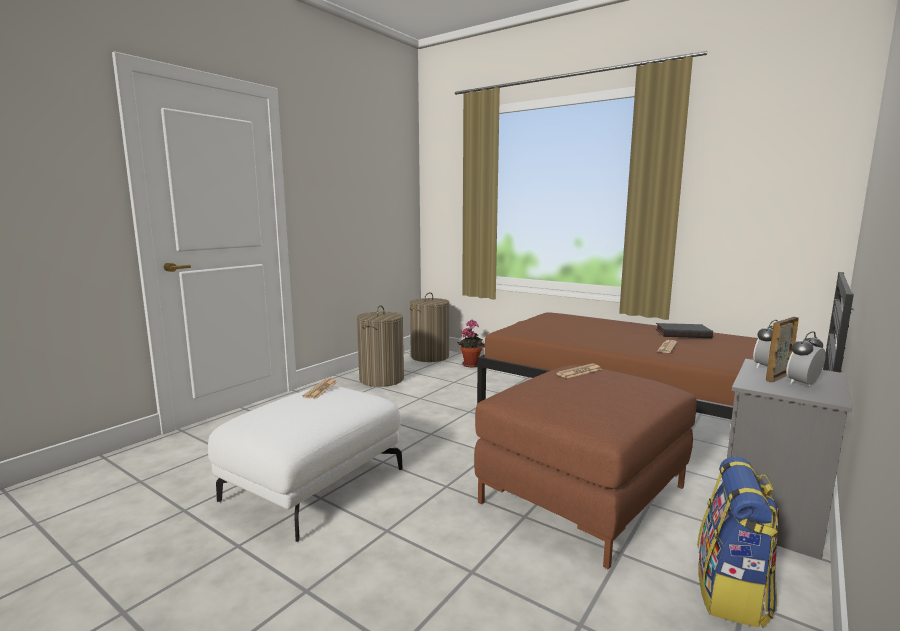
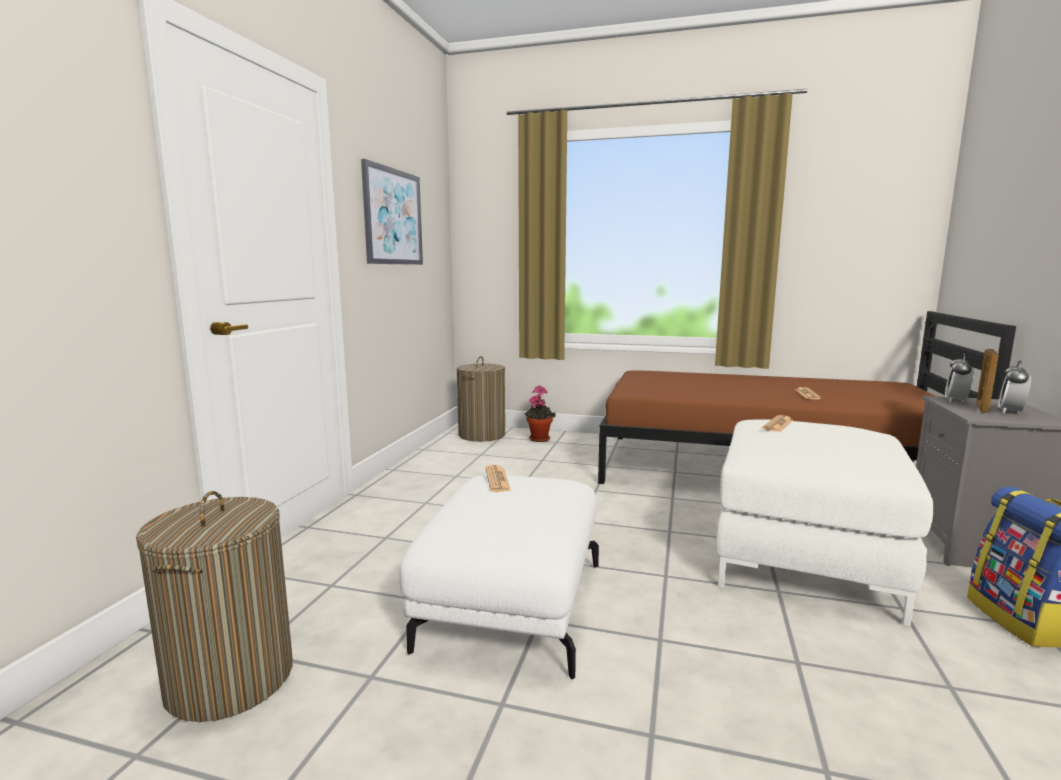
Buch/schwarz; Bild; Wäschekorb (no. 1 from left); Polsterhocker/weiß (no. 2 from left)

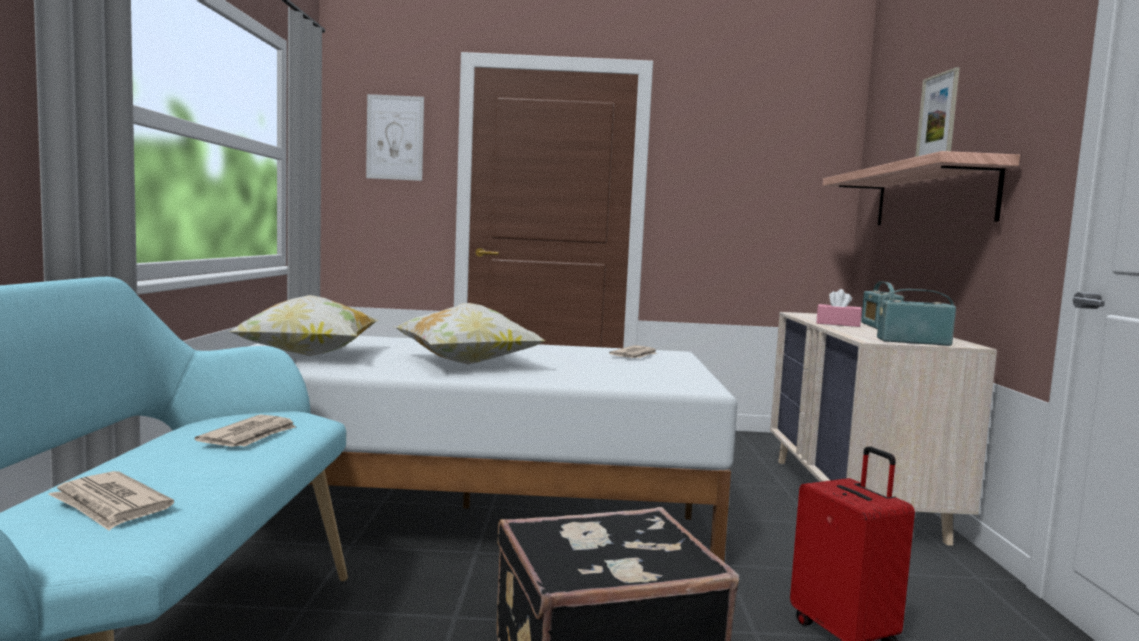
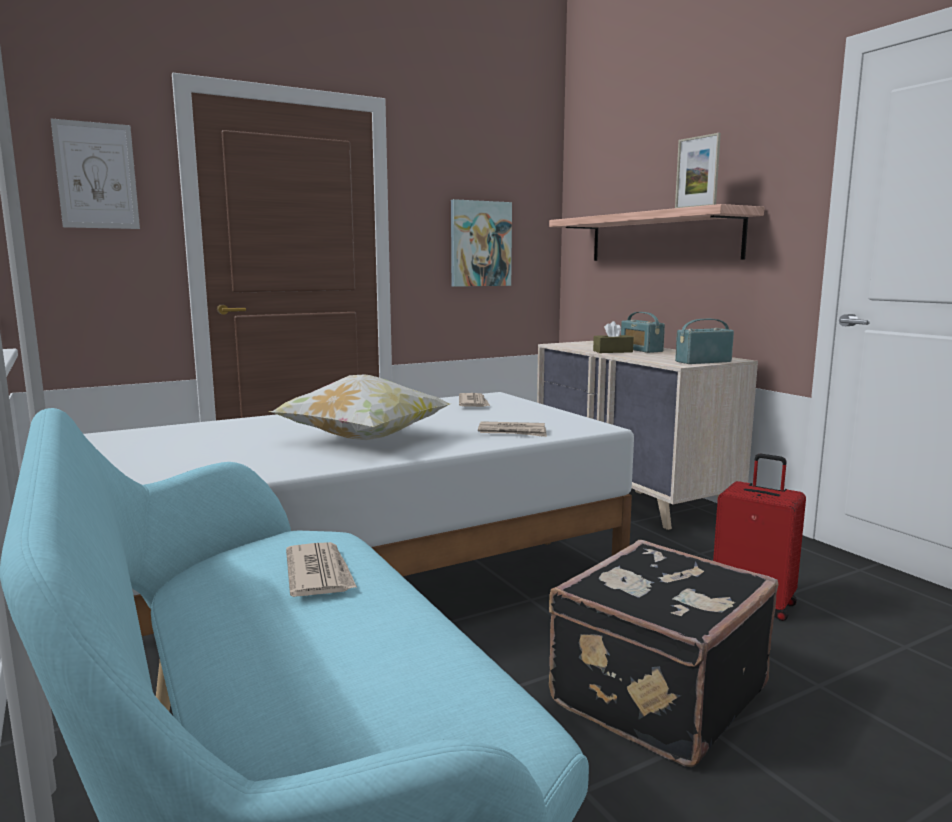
Kissen (no. 1 from left in the first image); Bild (no. 2 from left); Zeitung (no. 3 from left); Taschentuchbox/braun

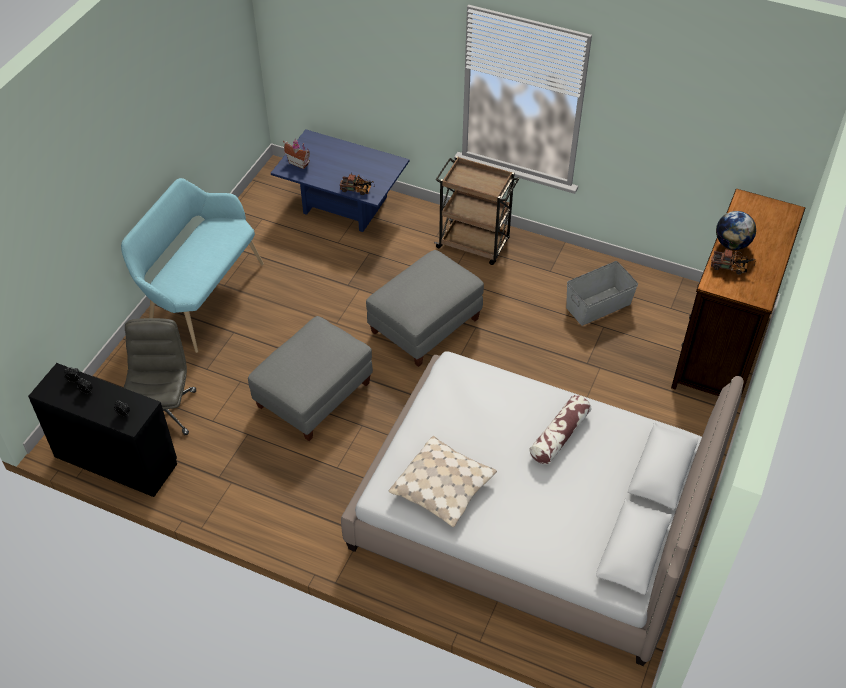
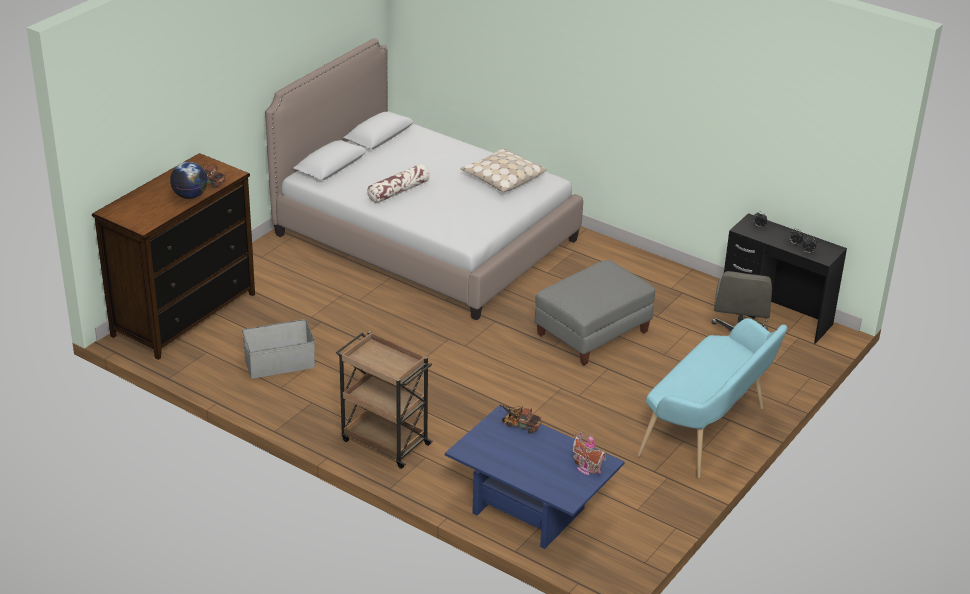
Polsterhocker/grau (no. 2 from left in the first image)

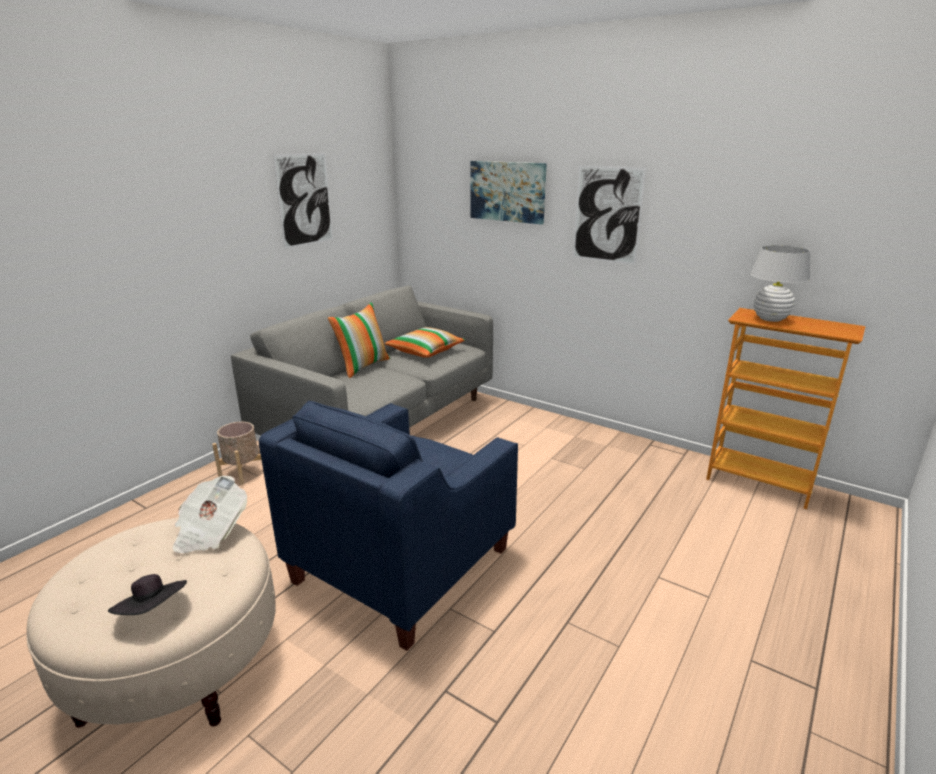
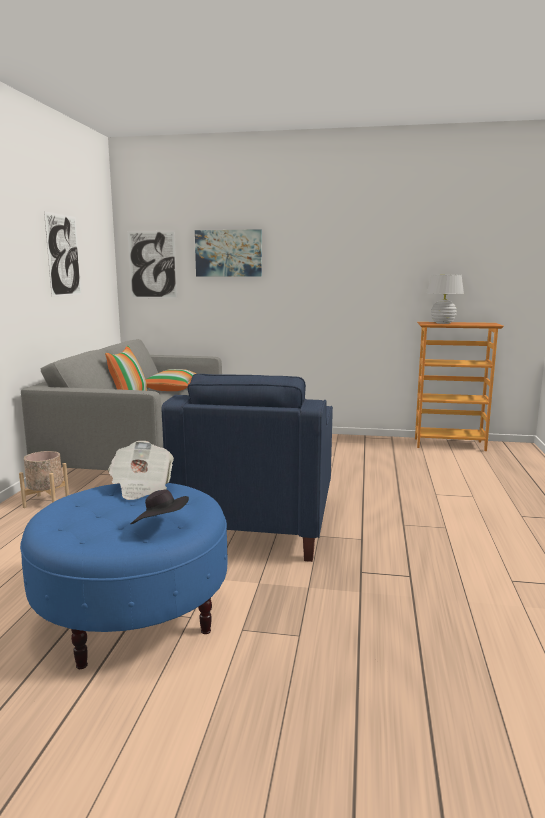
Bild (no. 2 from left); Polsterhocker/blau

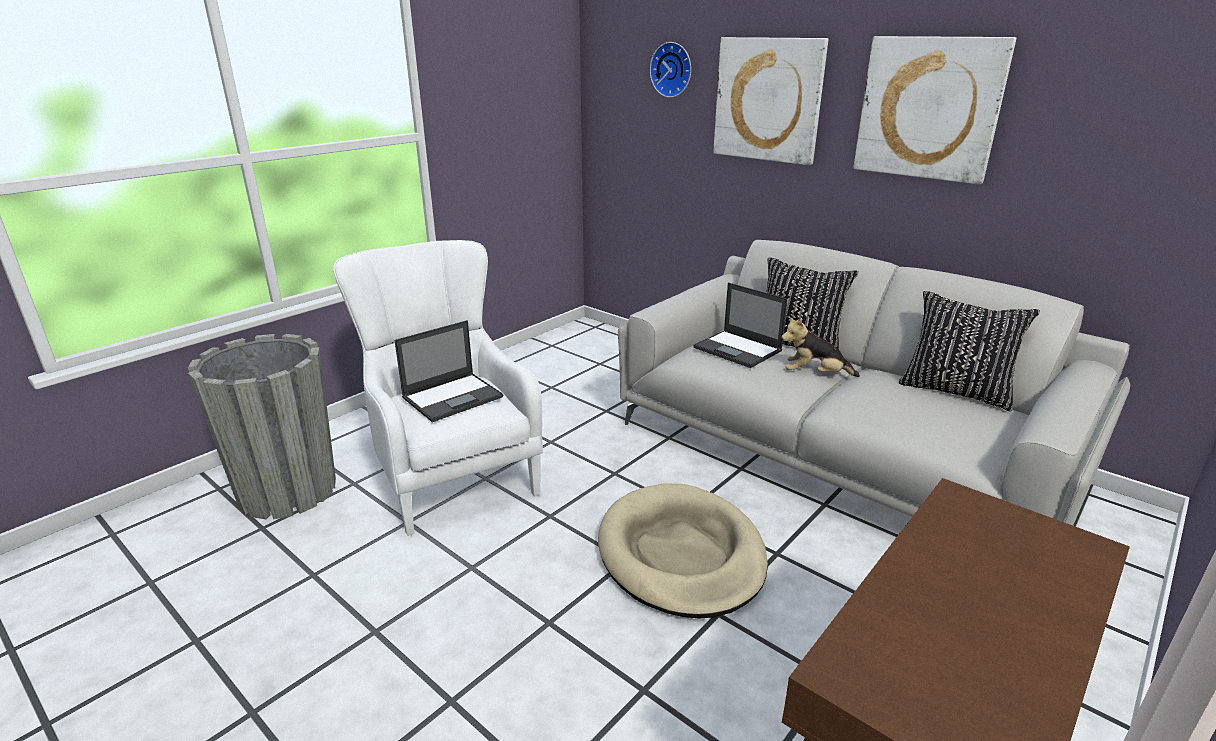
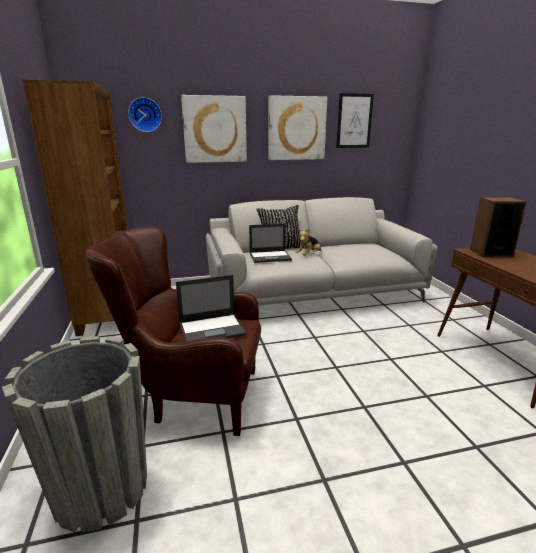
Hundebett/beige; Kissen/schwarz (no. 2 from left in the first image); Bücherregal/braun; Bild (no. 3 from left); Lautsprecher; Sessel/braun; Laptop (no. 1 from left)

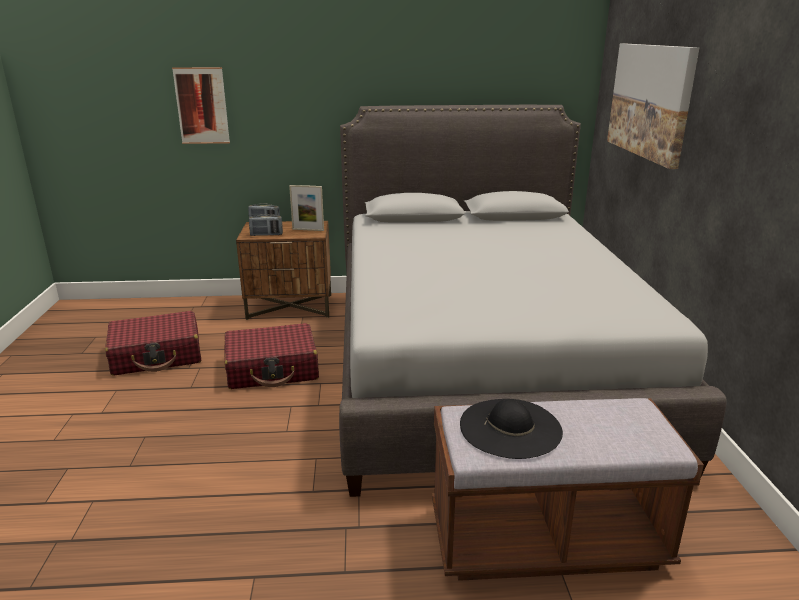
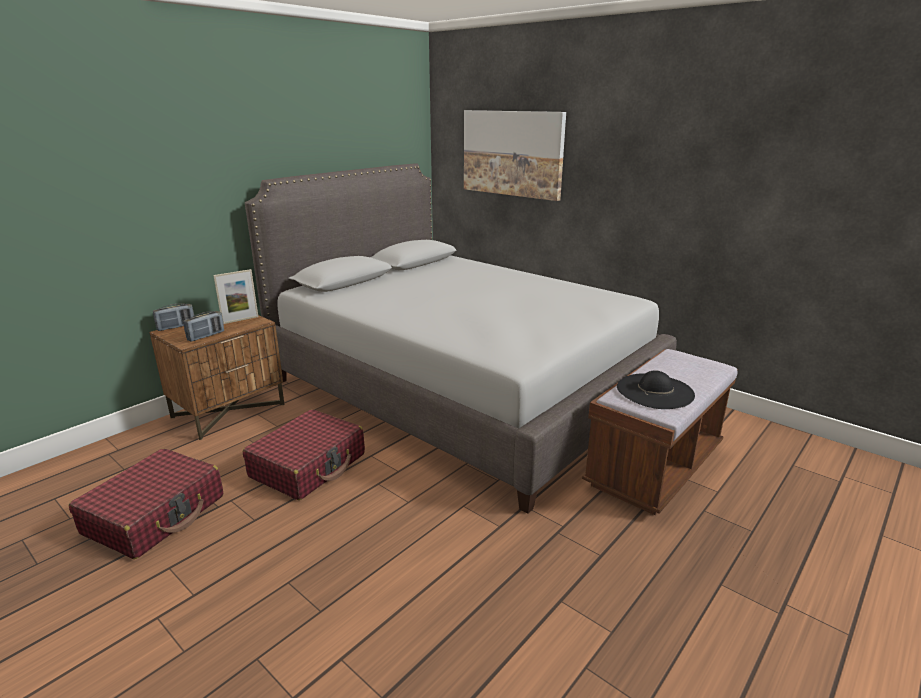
Bild (no. 1 from left in the first image)

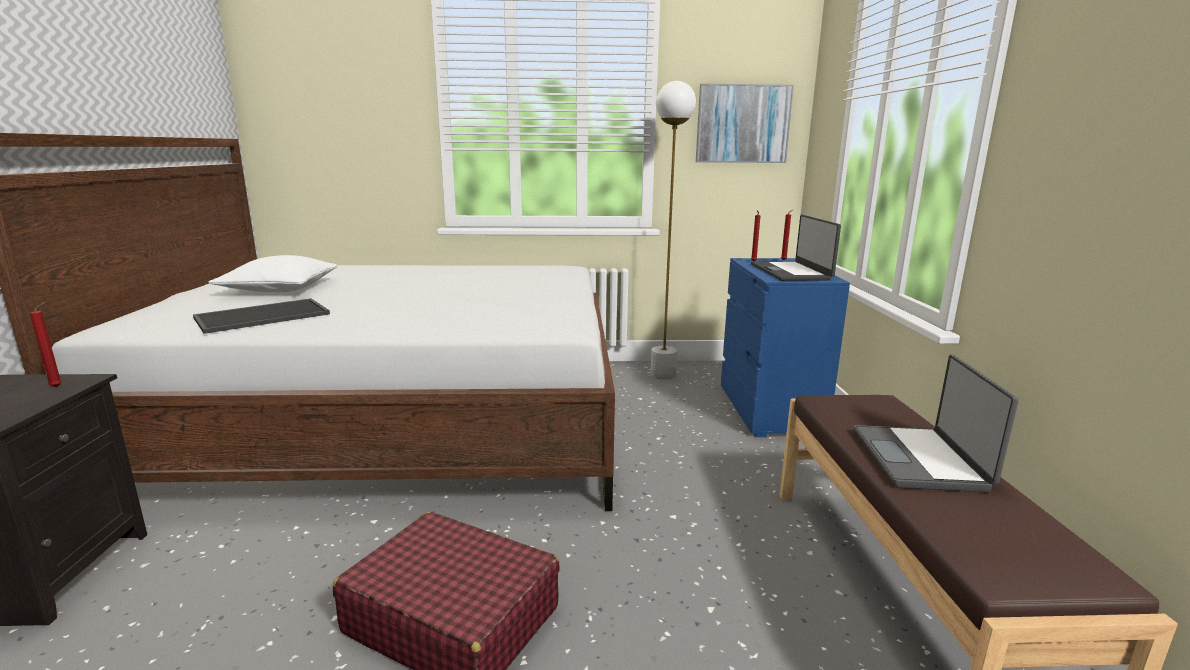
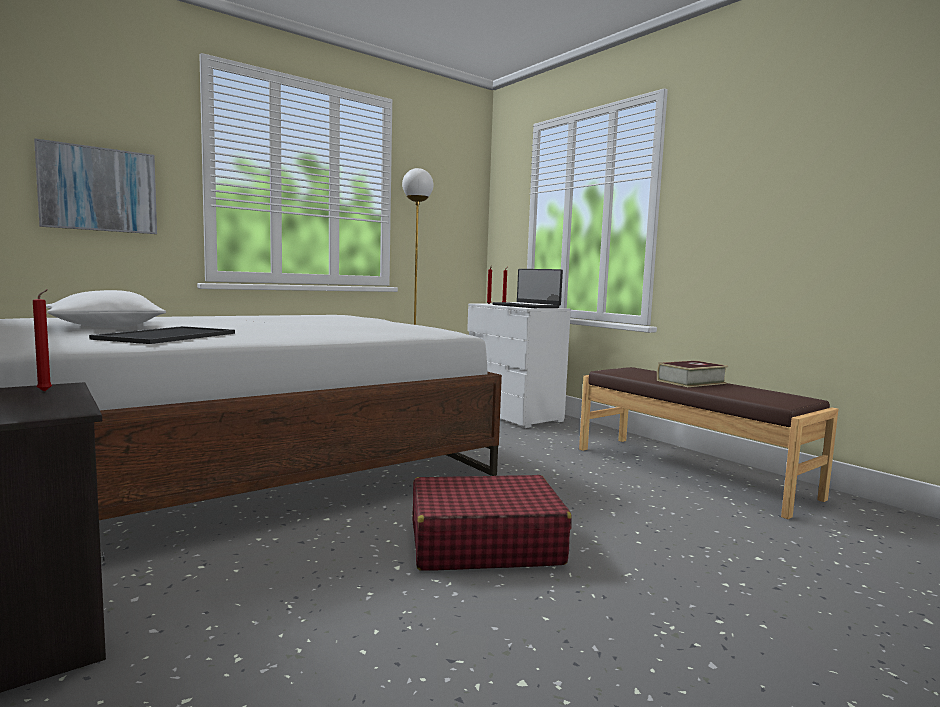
Bild; Buch; Kommode/weiß

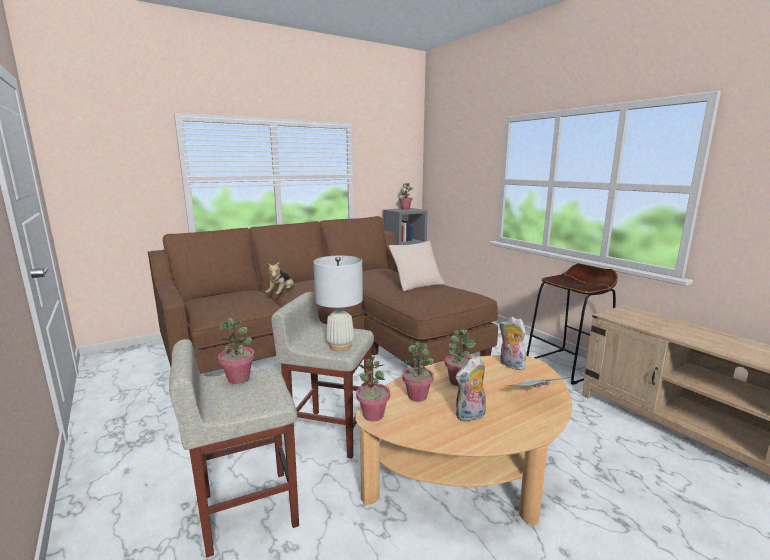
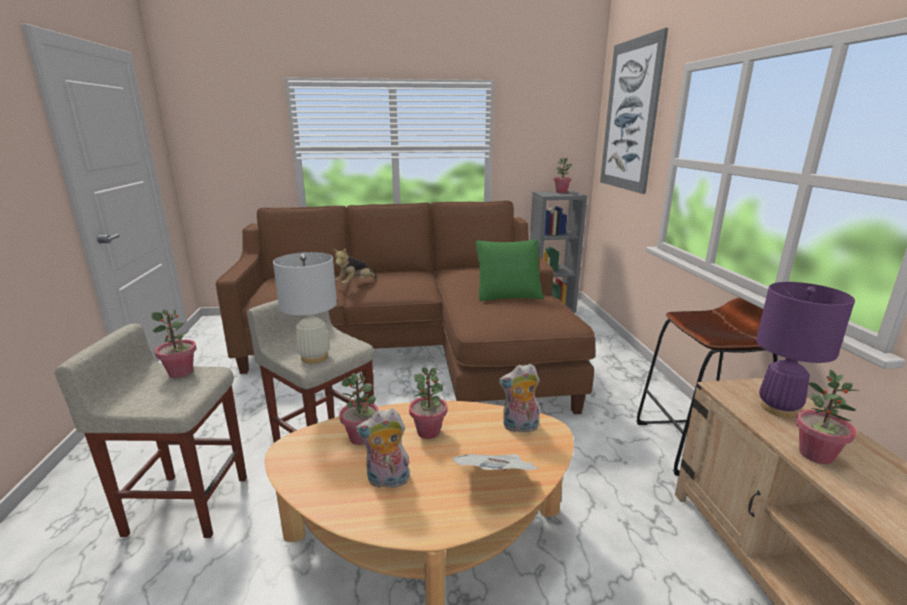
Bild; Tischlampe/lila; Topfpflanze (no. 5 from left); Kissen/grün; Plüschtier (no. 3 from left)

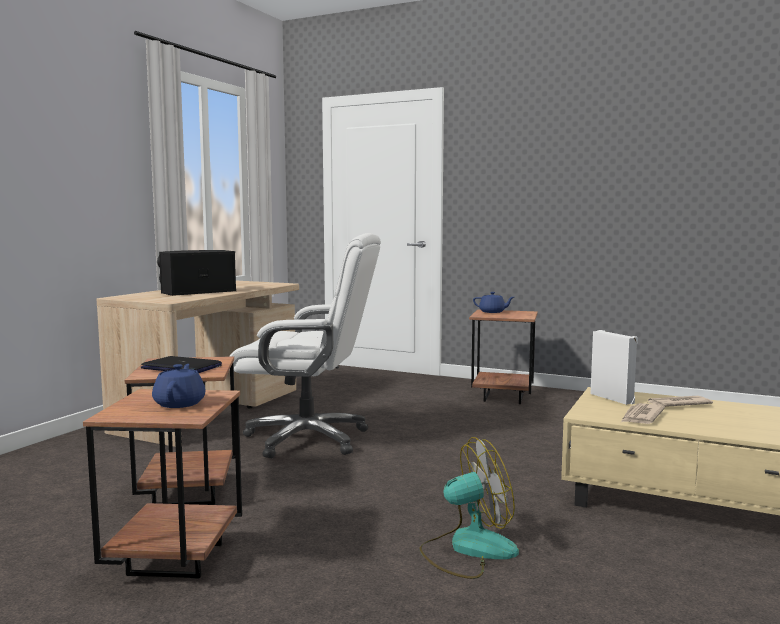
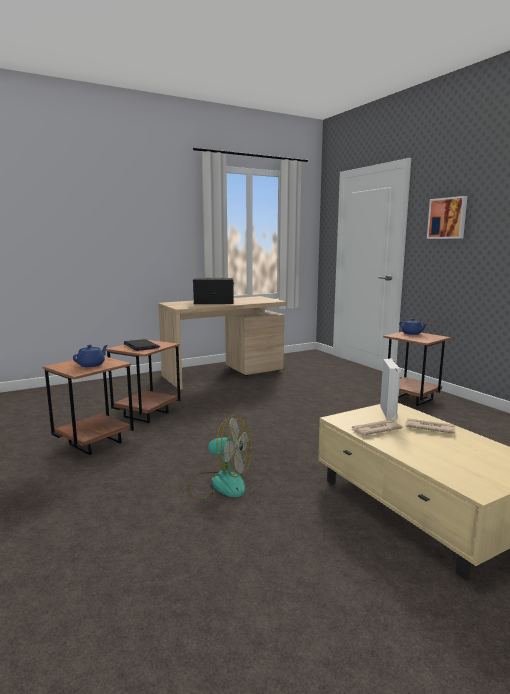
Bürostuhl/weiß; Bild

